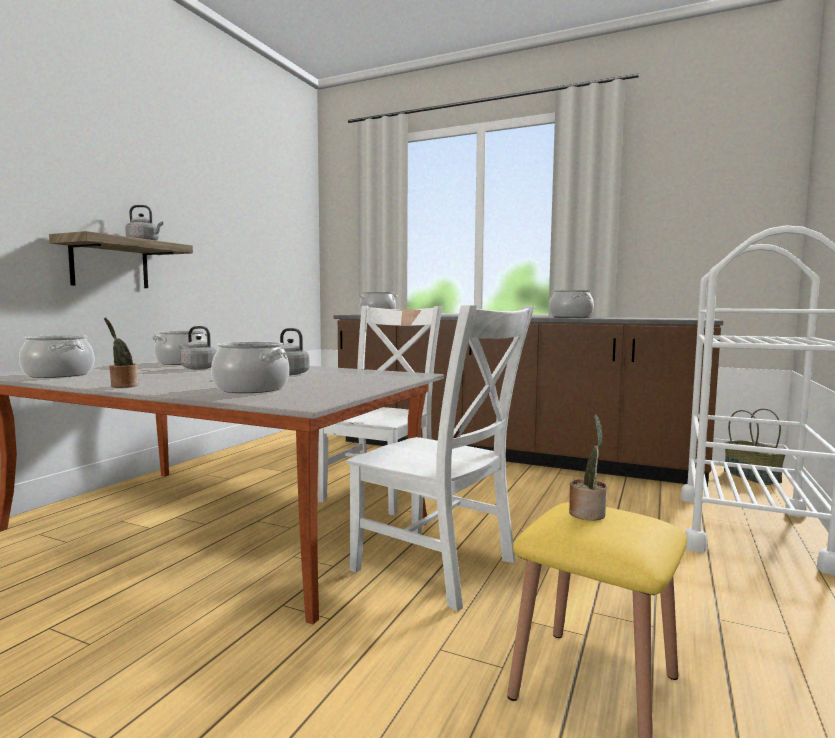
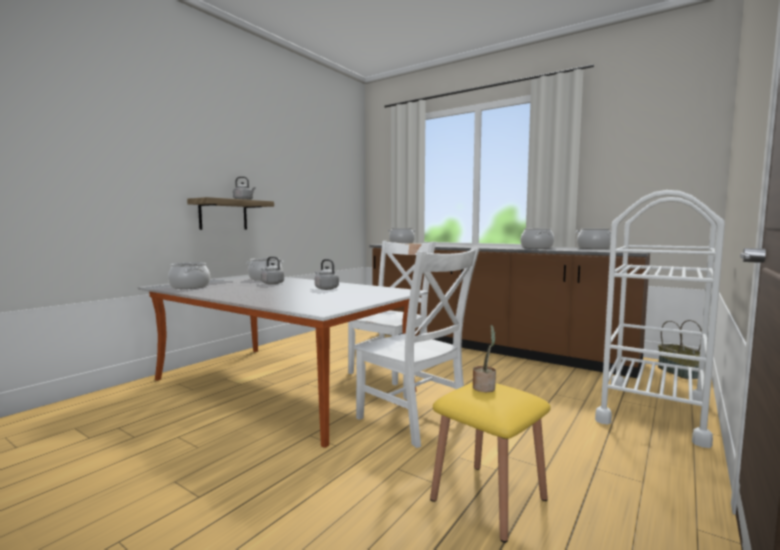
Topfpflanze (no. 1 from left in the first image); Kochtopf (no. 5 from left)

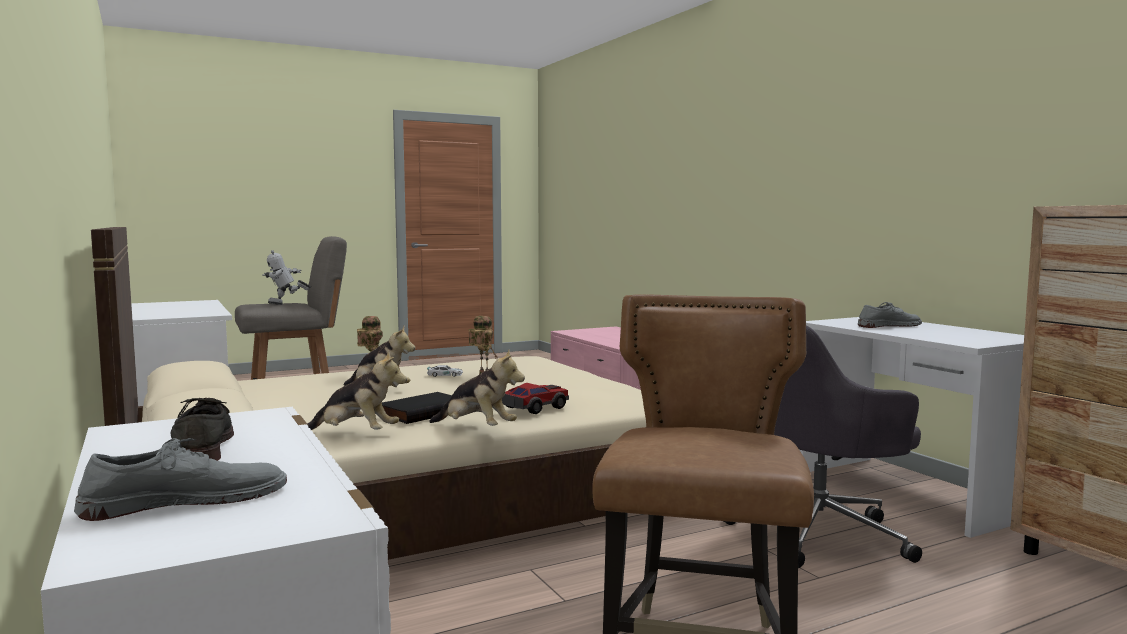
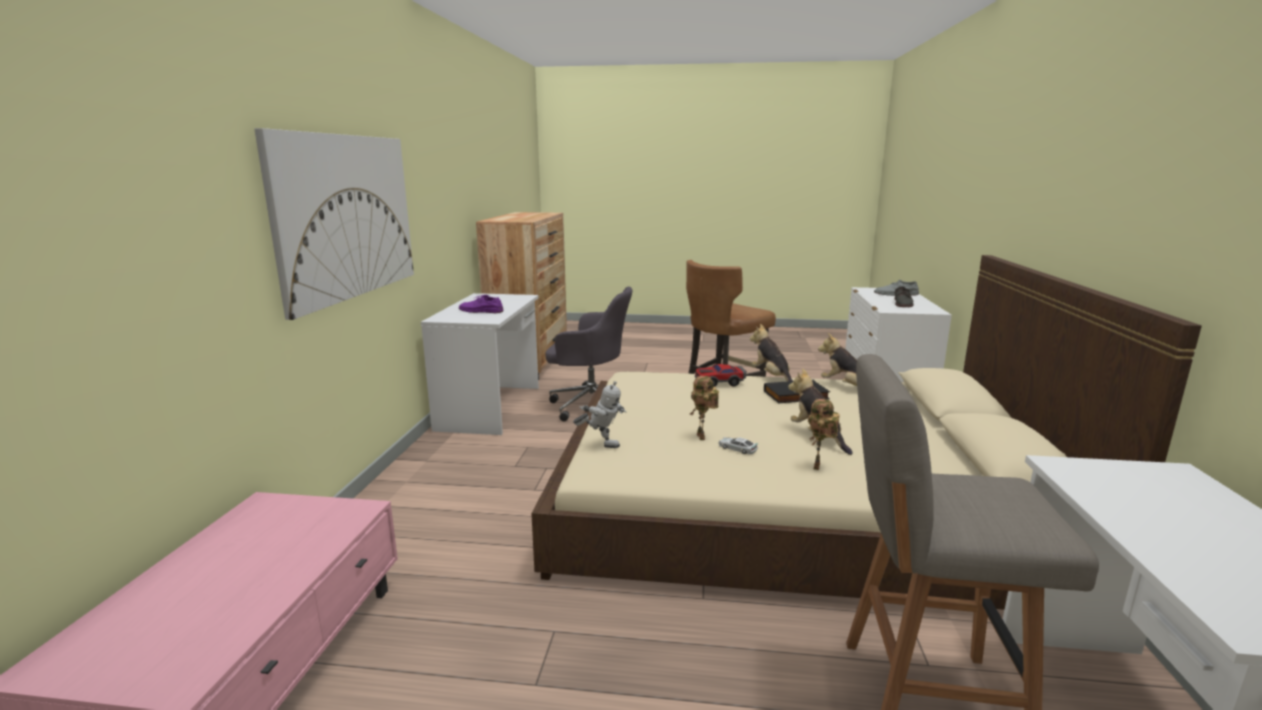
Bild; Spielzeugroboter (no. 1 from left); Schuh/lila

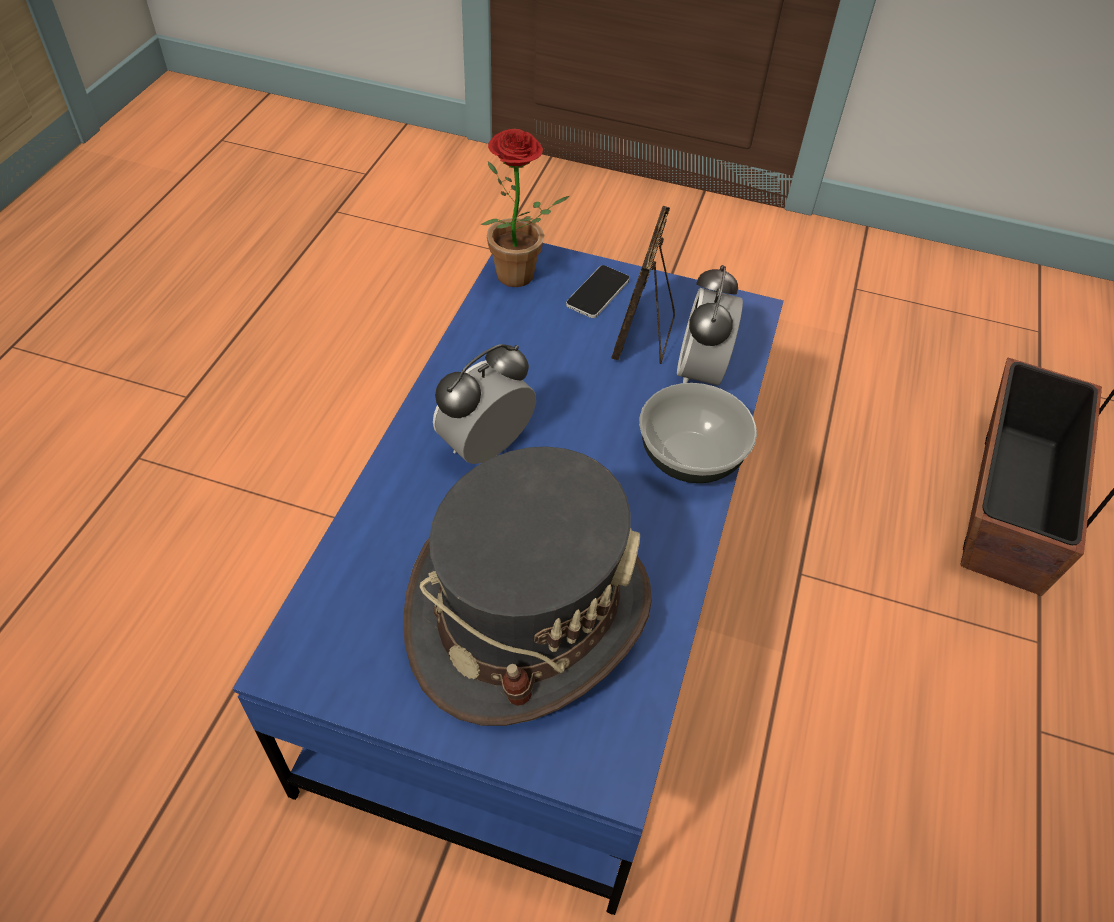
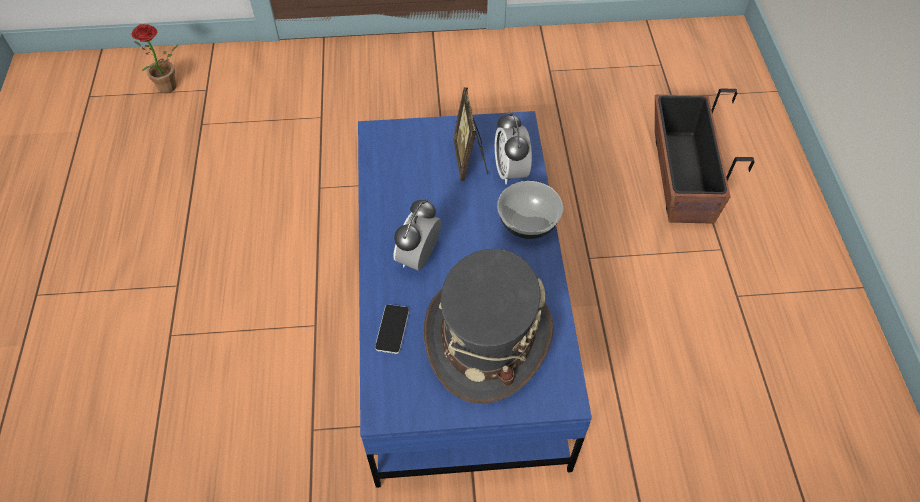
Topfpflanze; Handy

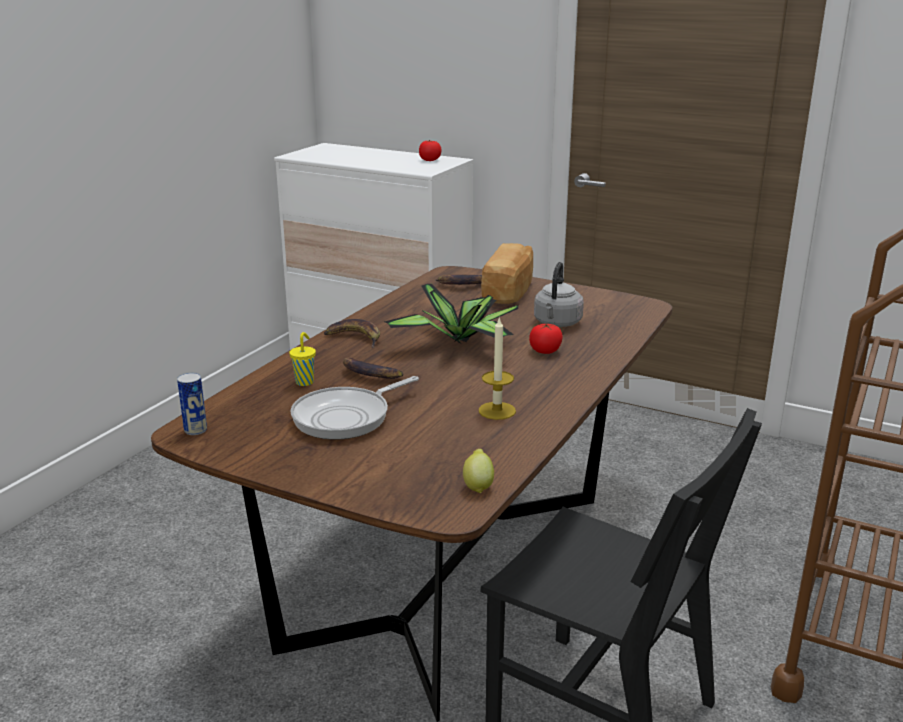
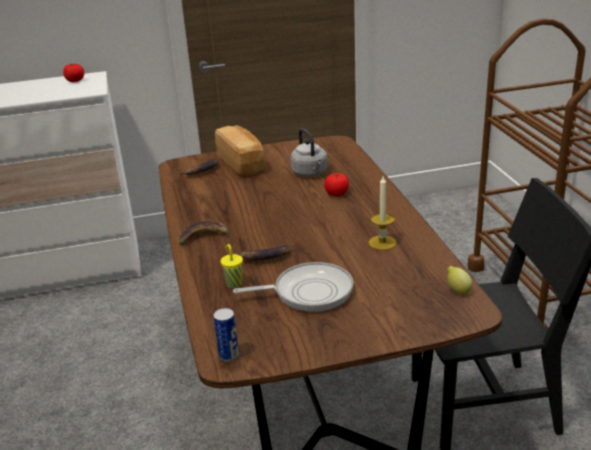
Topfpflanze; Pfanne

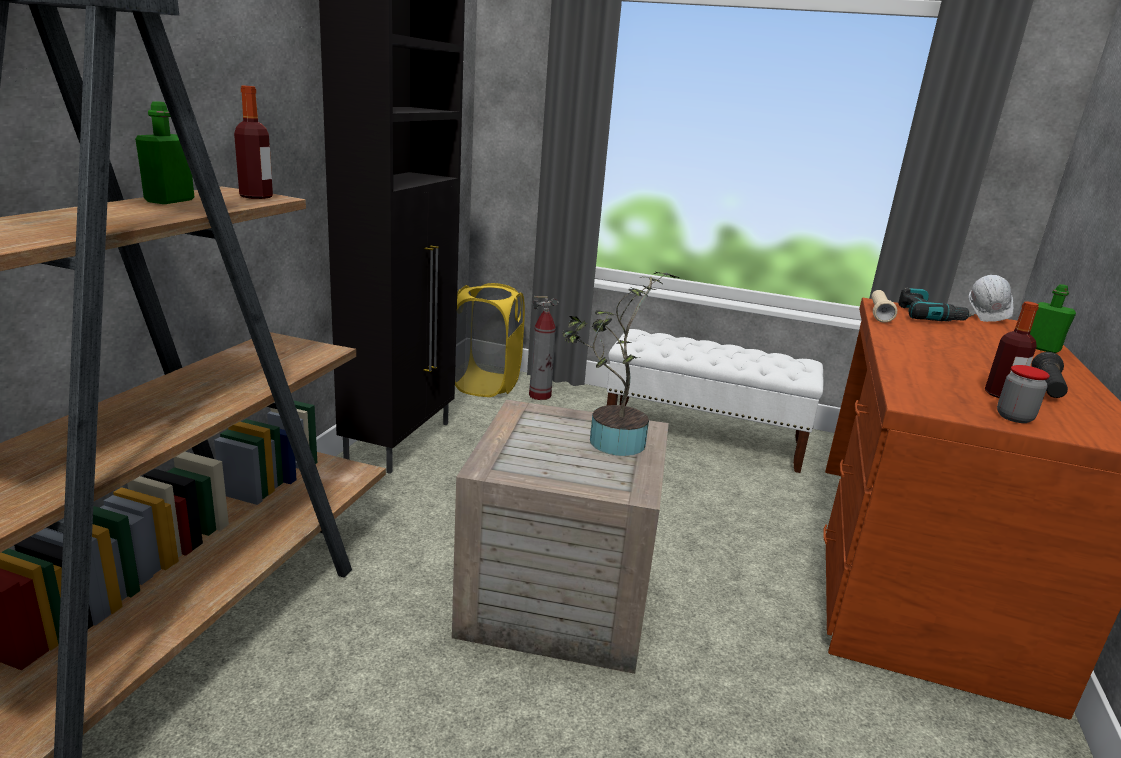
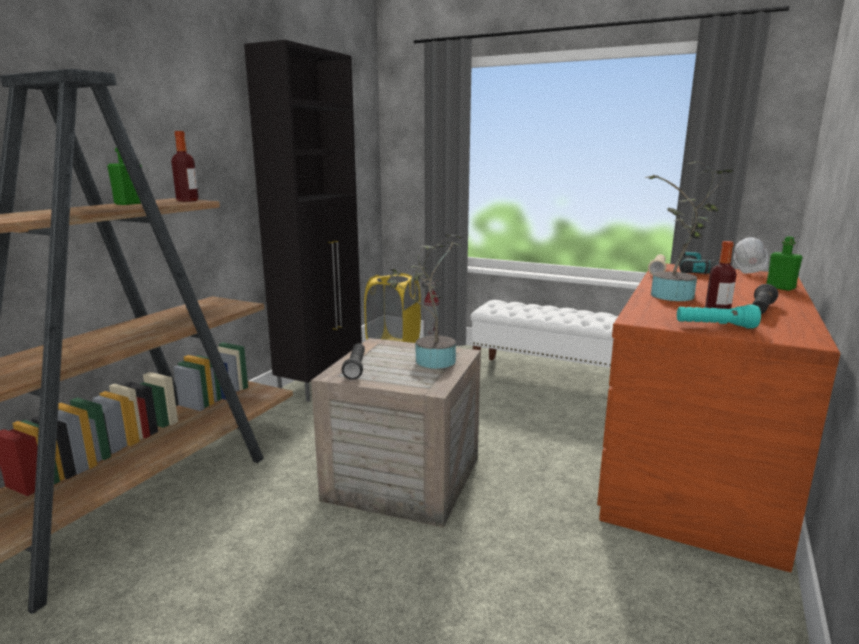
Taschenlampe/schwarz (no. 1 from left); Topfpflanze (no. 2 from left); Taschenlampe/türkis

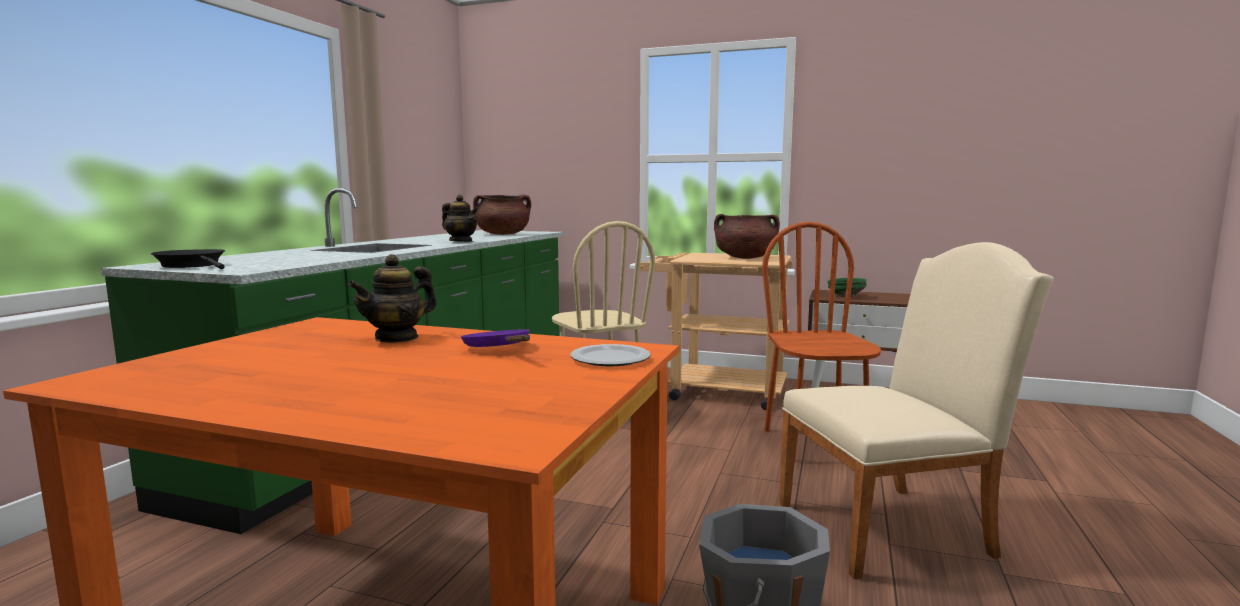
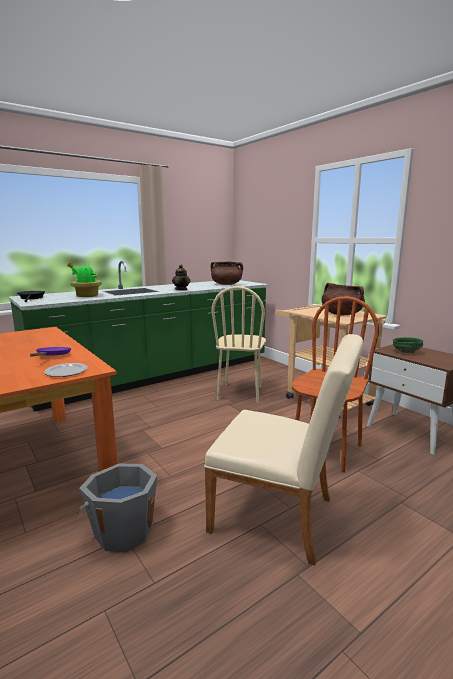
Teekanne (no. 1 from left in the first image); Topfpflanze

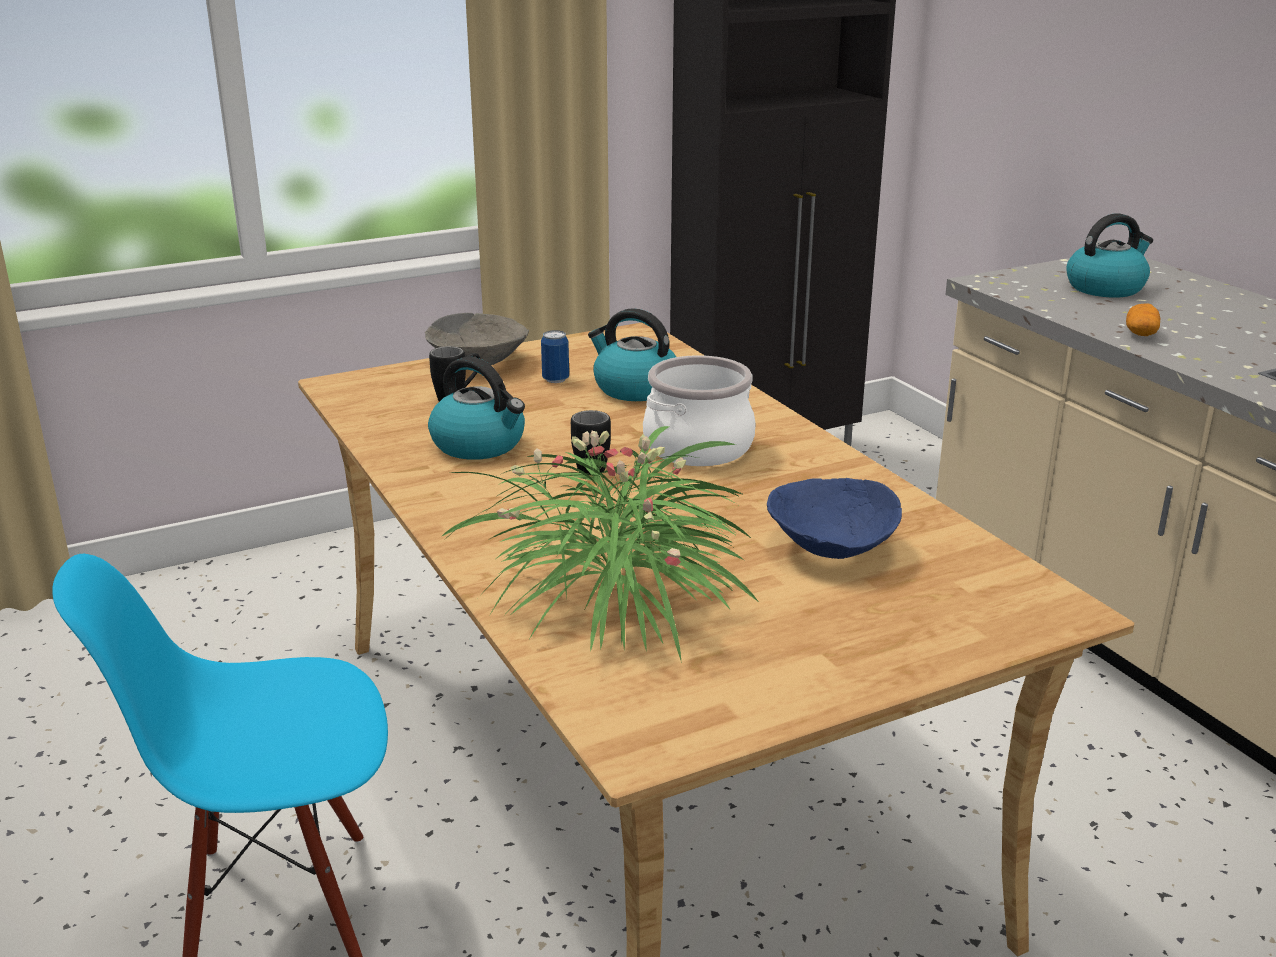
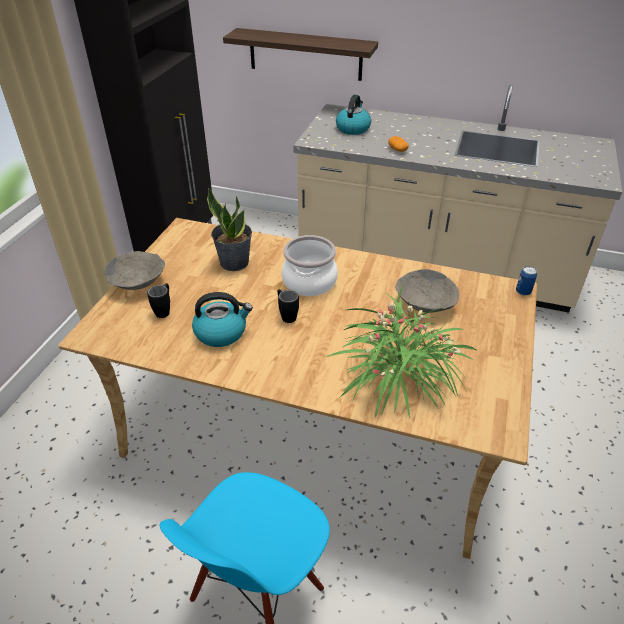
Wandregal; Dose; Topfpflanze (no. 1 from left); Schüssel/grau (no. 2 from left)

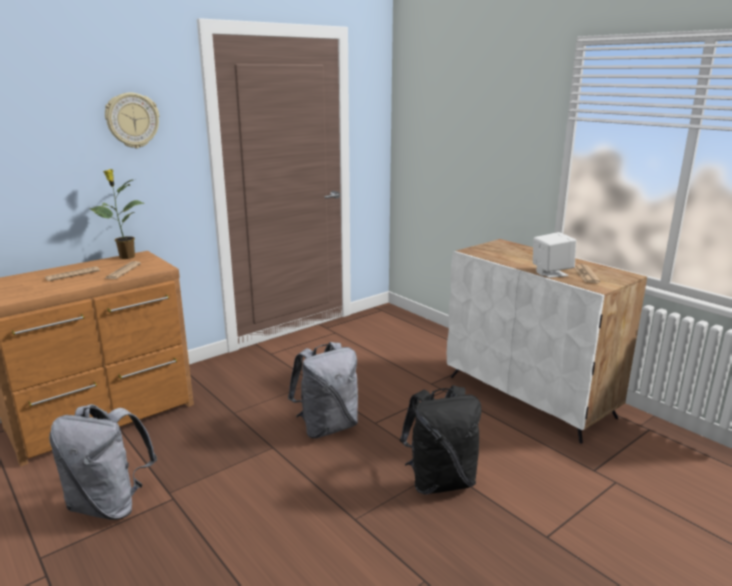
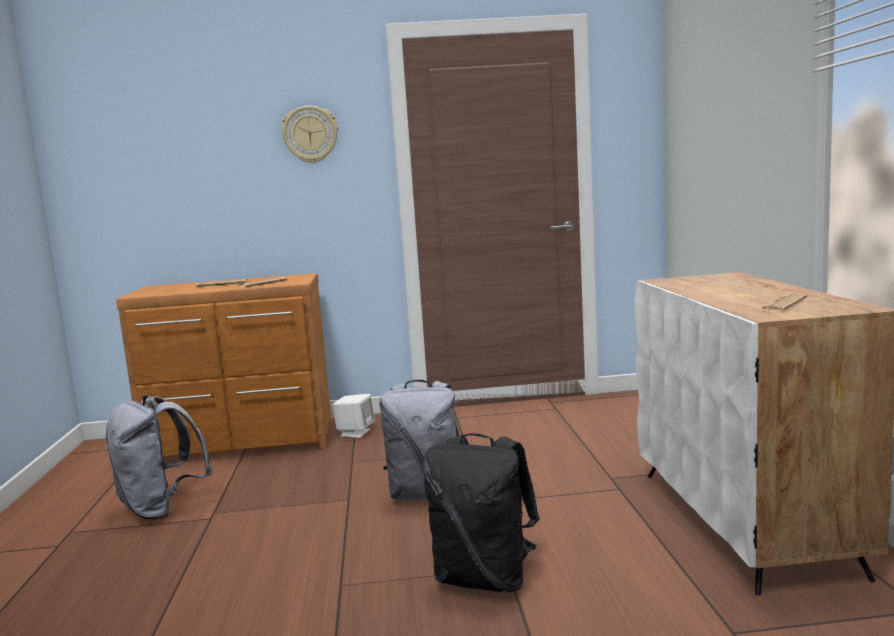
Topfpflanze; Lautsprecher/weiß

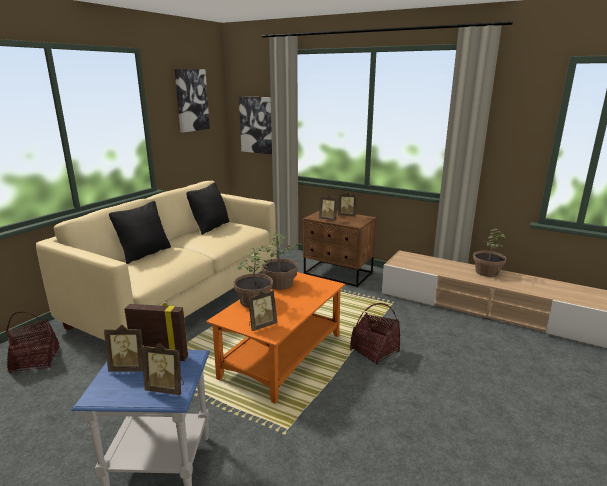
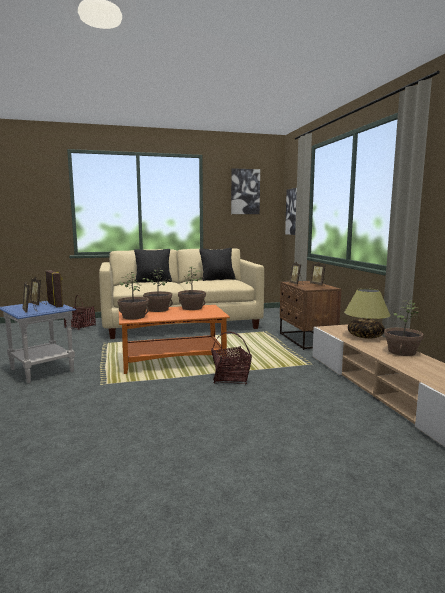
Tischlampe; Topfpflanze (no. 1 from left)

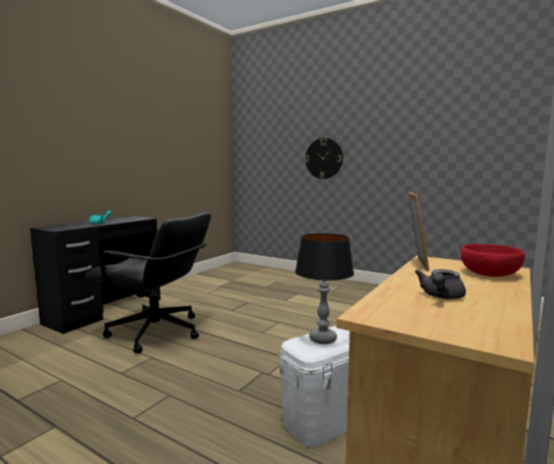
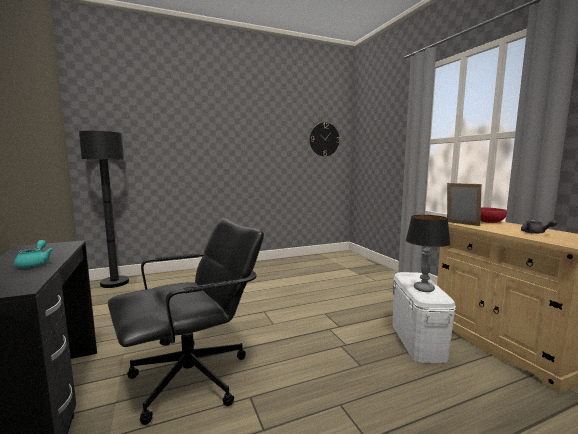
Stehlampe/schwarz; Wanduhr

